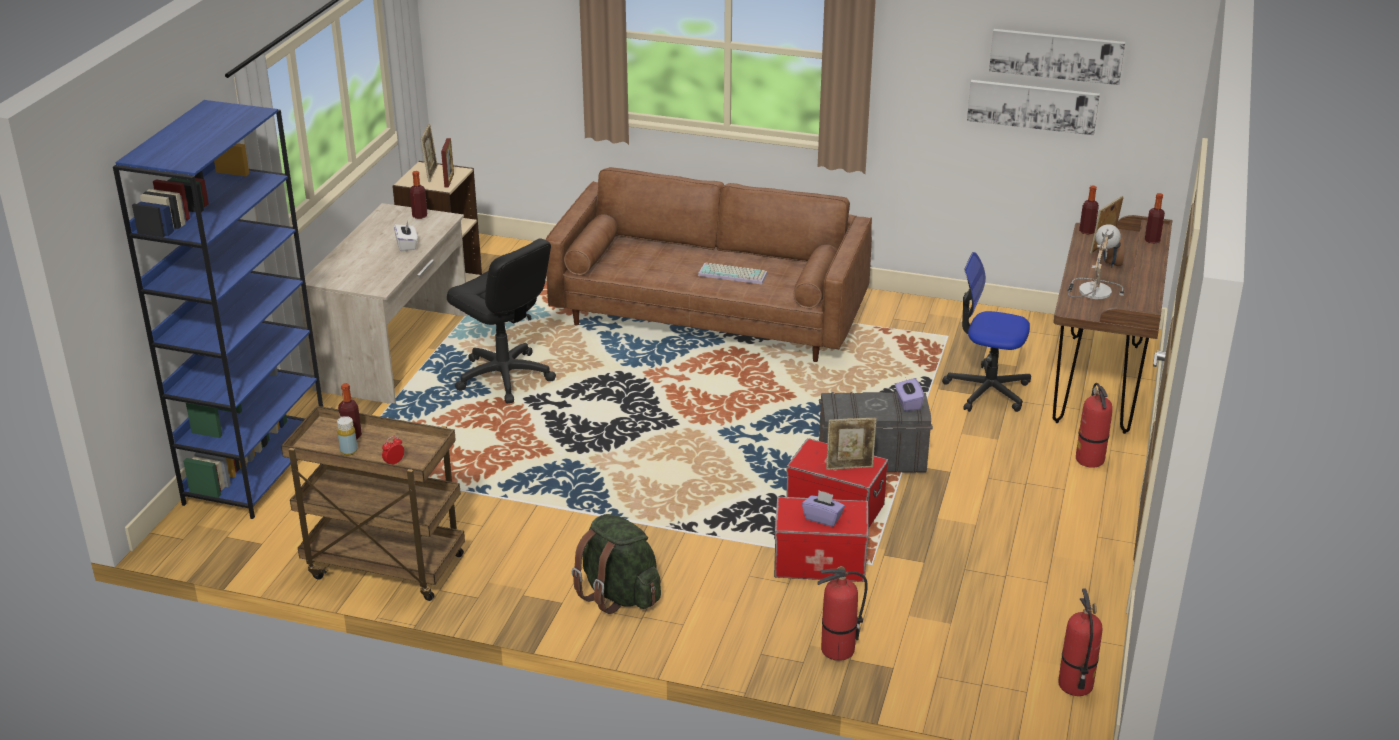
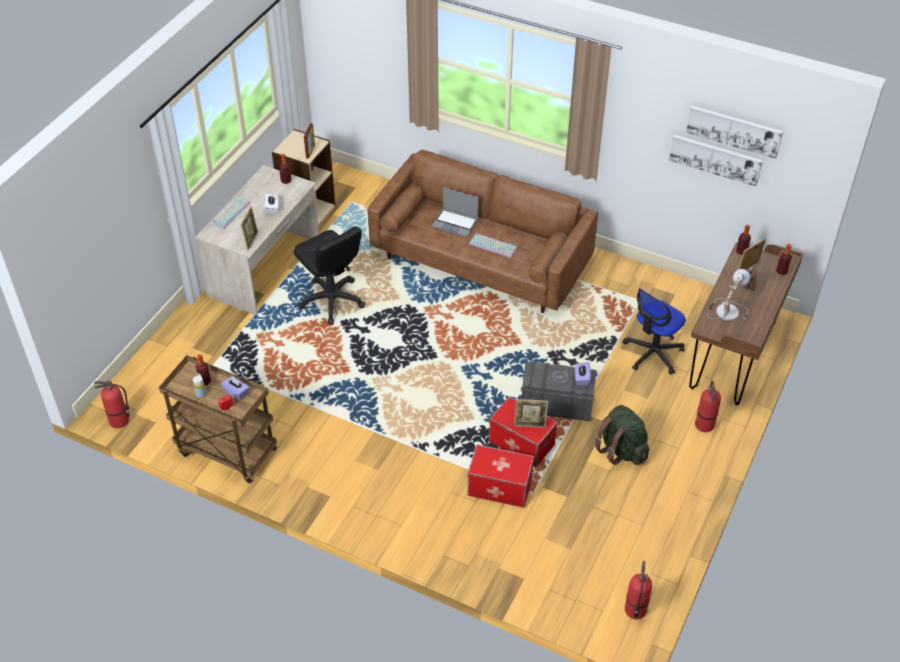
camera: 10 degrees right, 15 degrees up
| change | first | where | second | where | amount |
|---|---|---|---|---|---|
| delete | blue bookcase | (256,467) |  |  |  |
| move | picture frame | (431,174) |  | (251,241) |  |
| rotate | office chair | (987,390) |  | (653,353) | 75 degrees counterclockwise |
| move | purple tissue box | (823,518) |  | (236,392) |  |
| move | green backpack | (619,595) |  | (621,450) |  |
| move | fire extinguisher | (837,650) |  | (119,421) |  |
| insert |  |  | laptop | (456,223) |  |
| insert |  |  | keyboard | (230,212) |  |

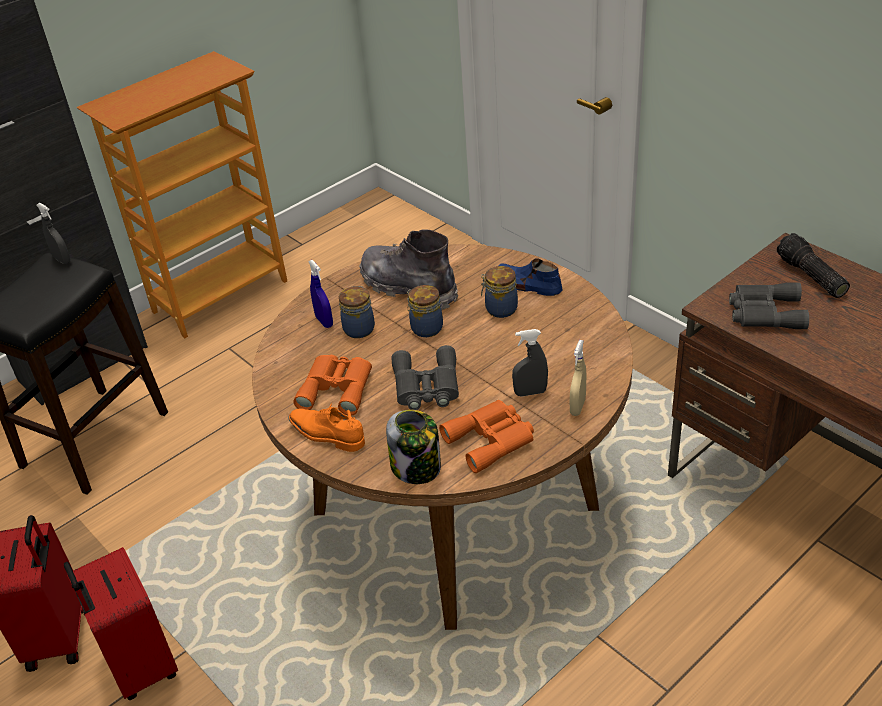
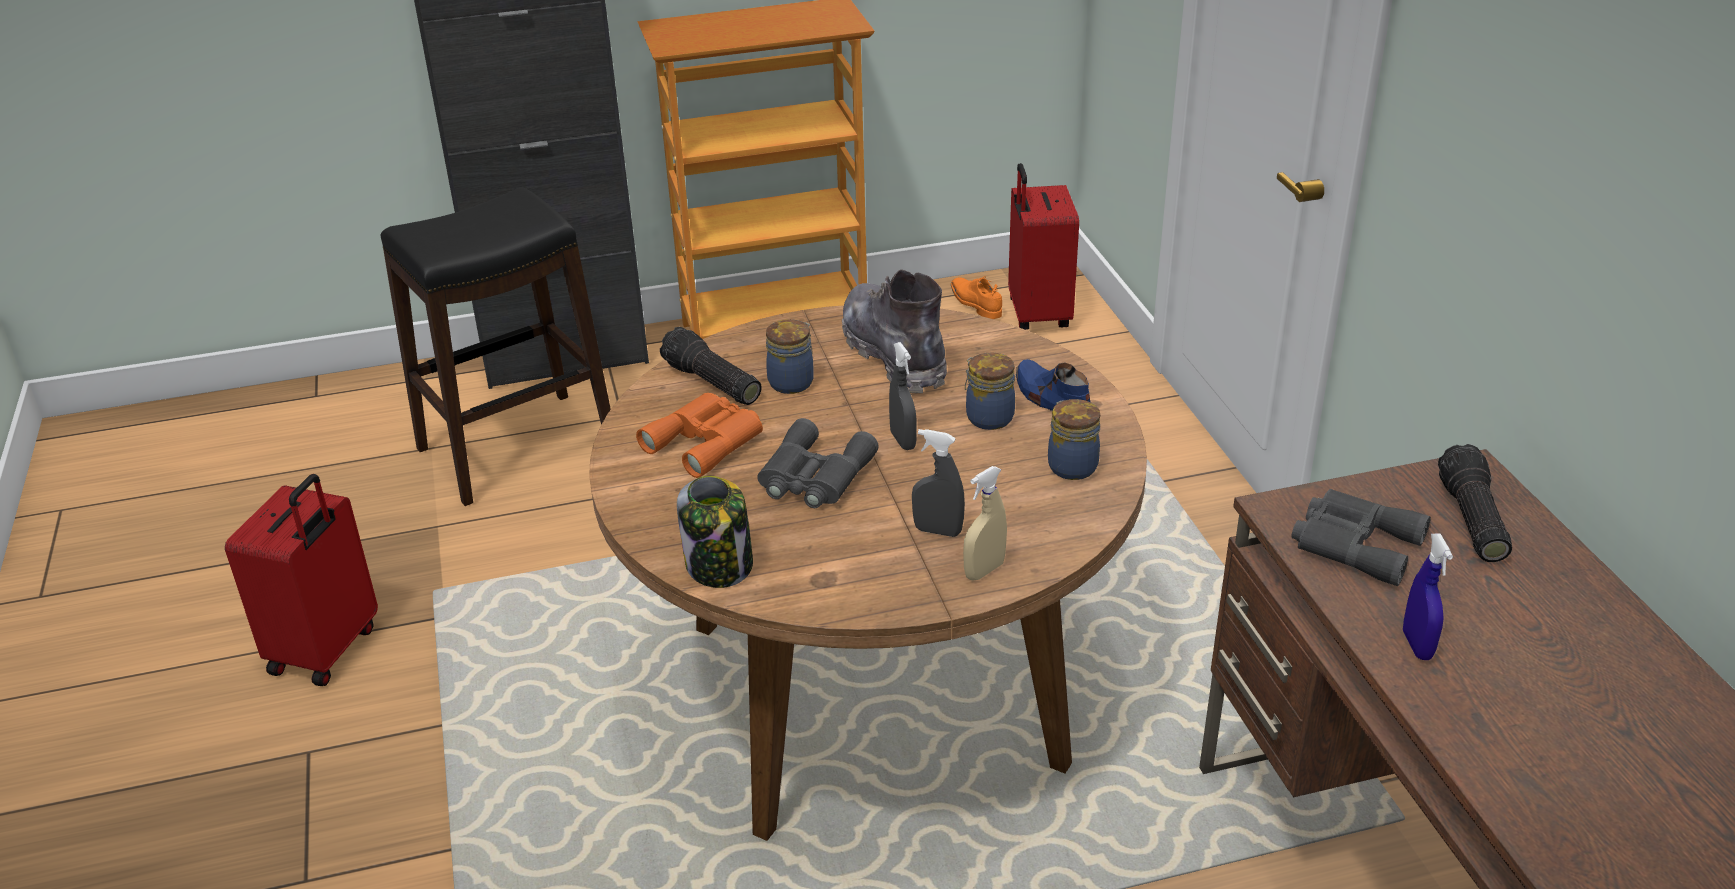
camera: 25 degrees right, 5 degrees down
| change | first | where | second | where | amount |
|---|---|---|---|---|---|
| move | grey spray bottle | (62,260) |  | (903,440) |  |
| move | blue spray bottle | (324,321) |  | (1417,645) |  |
| move | jar | (425,328) |  | (1071,466) |  |
| delete | orange binoculars | (492,439) |  |  |  |
| move | orange shoe | (327,435) |  | (975,304) |  |
| move | red suitcase | (139,666) |  | (1036,314) |  |
| insert |  |  | flashlight | (710,383) |  |

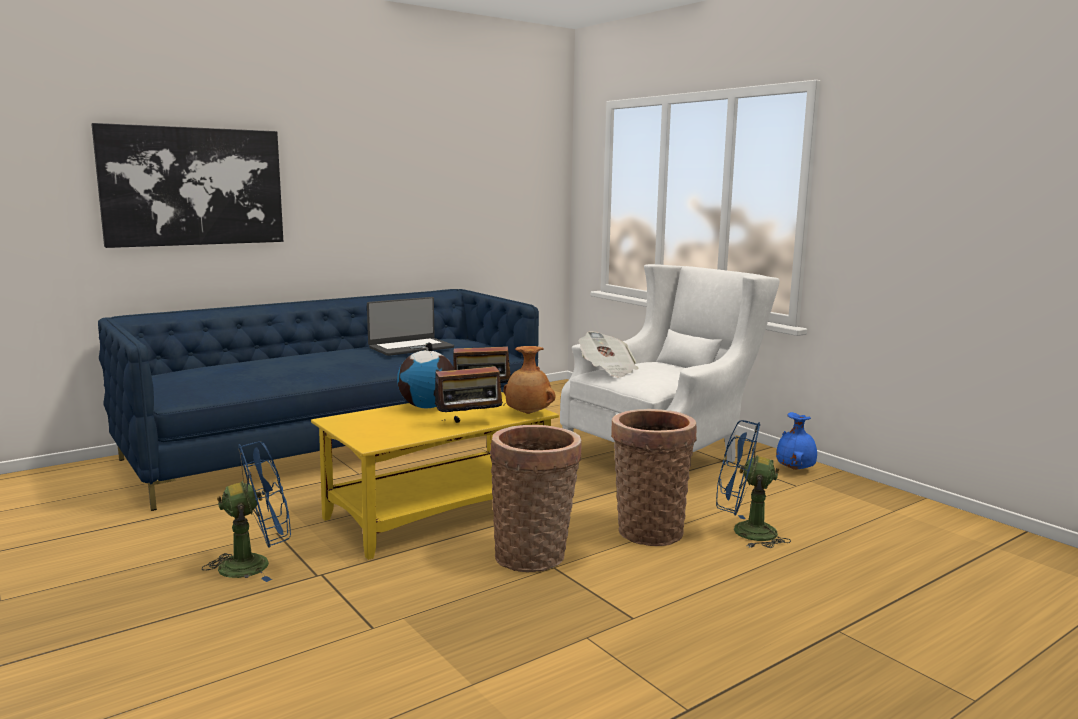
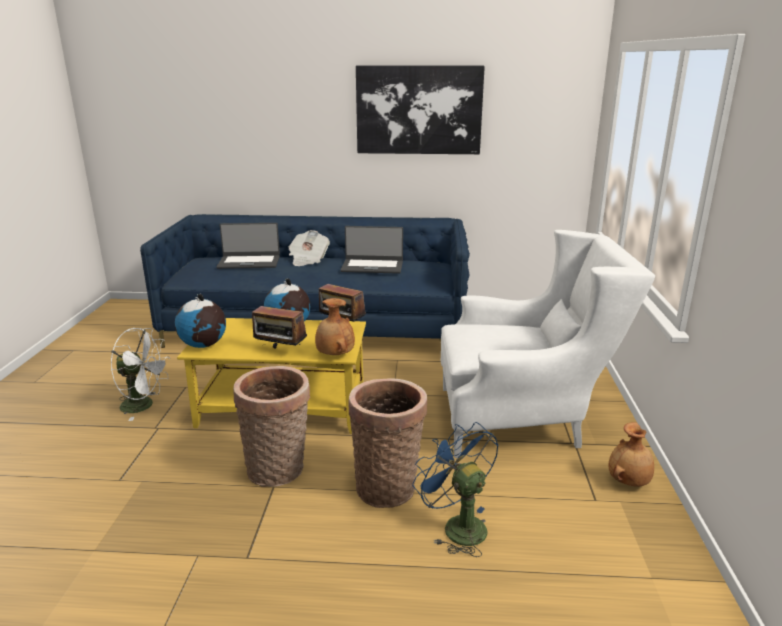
camera: 40 degrees right, 10 degrees up
| change | first | where | second | where | amount |
|---|---|---|---|---|---|
| move | picture | (193,186) |  | (419,110) |  |
| move | newspaper | (607,370) |  | (308,260) |  |
| recolor | blue vase | (796,469) | brown vase | (629,482) |  |
| recolor | blue fan | (255,564) | white fan | (144,406) |  |
| insert |  |  | laptop | (249,262) |  |
| insert |  |  | globe | (204,345) |  |

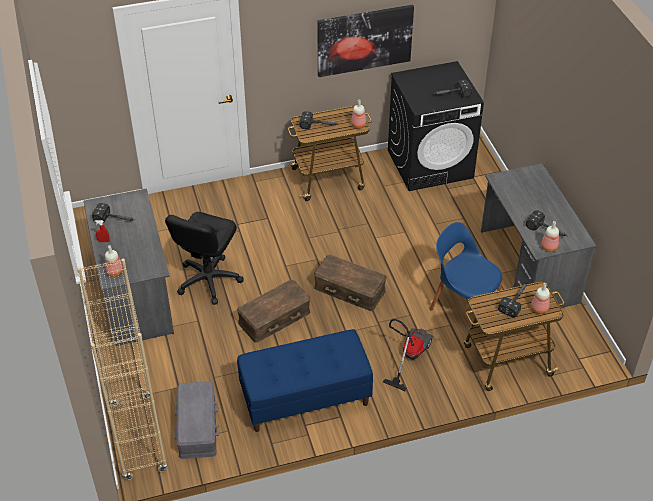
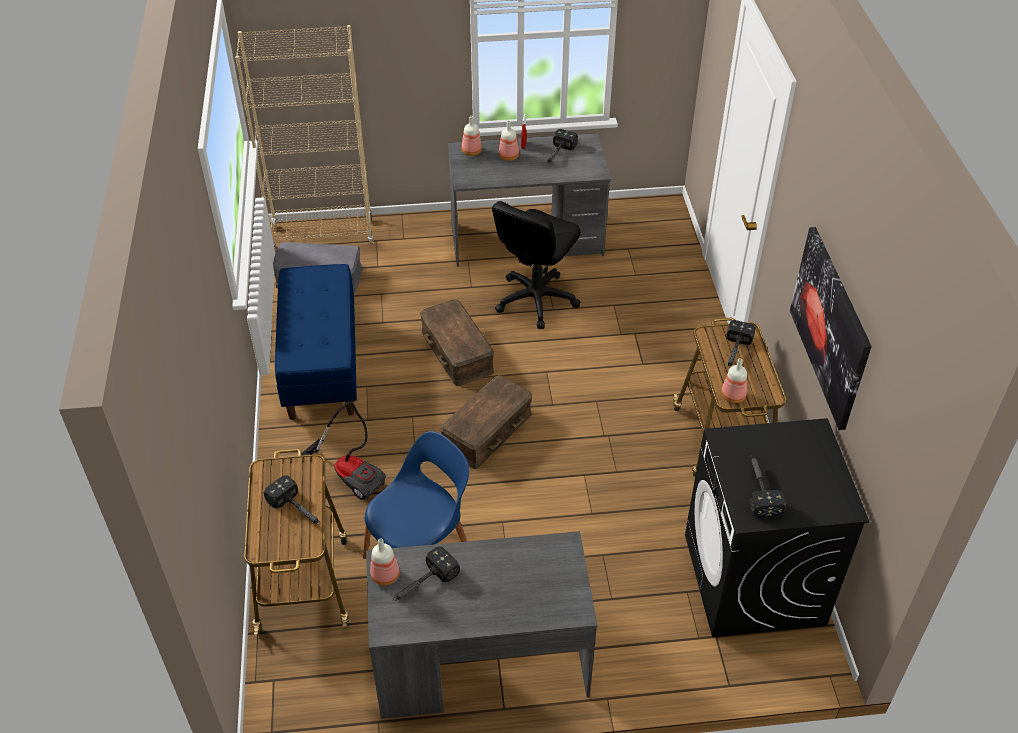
camera: 100 degrees right, 0 degrees up
| change | first | where | second | where | amount |
|---|---|---|---|---|---|
| rotate | black office chair | (208,280) |  | (536,300) | 90 degrees counterclockwise |
| move | bottle | (538,308) |  | (509,156) |  |

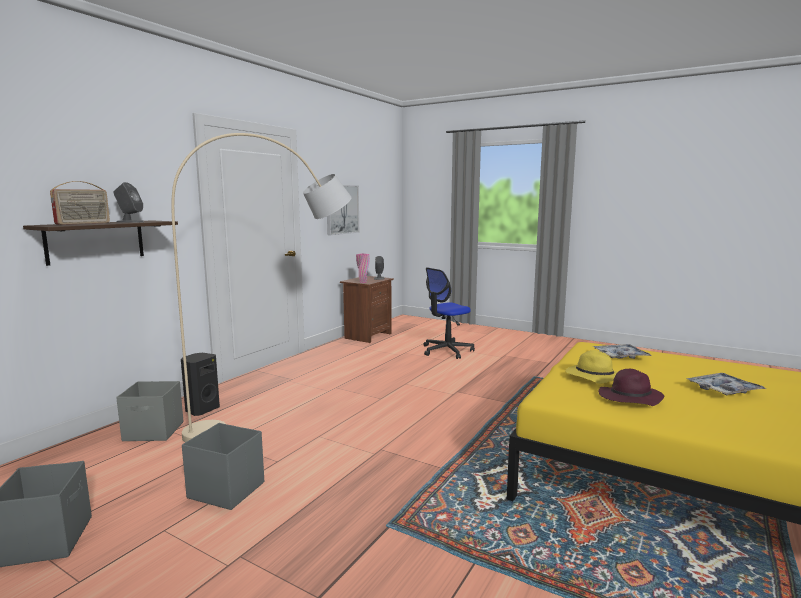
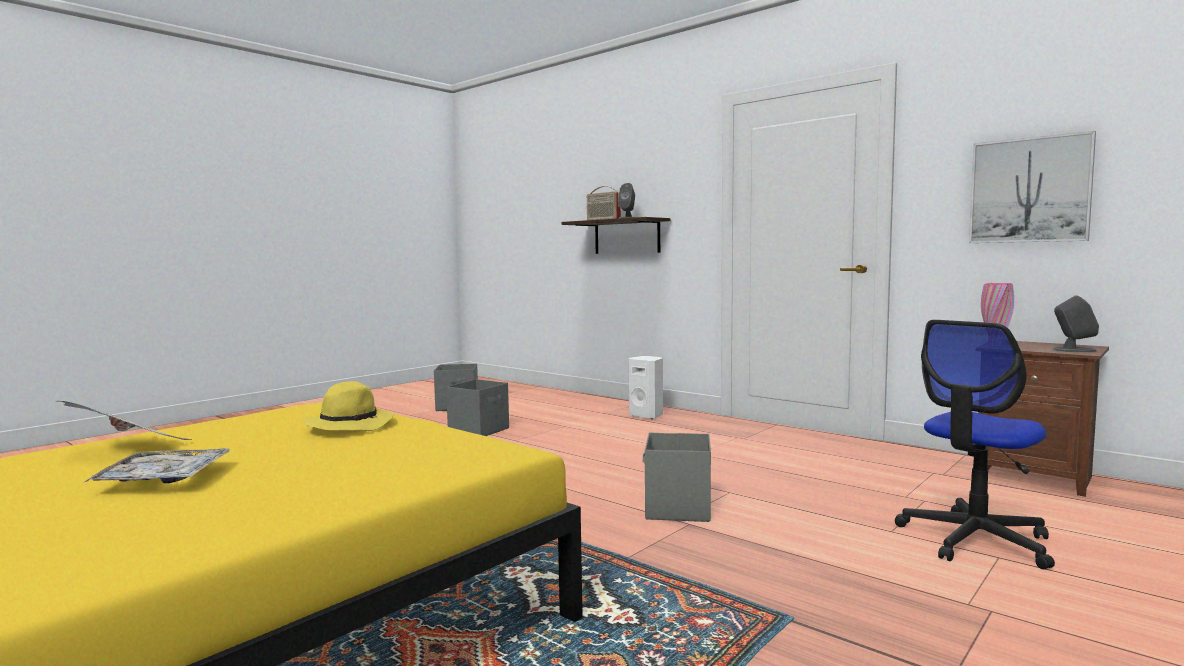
camera: 100 degrees right, 5 degrees down
| change | first | where | second | where | amount |
|---|---|---|---|---|---|
| delete | beige floor lamp | (280,415) |  |  |  |
| rotate | office chair | (446,351) |  | (975,540) | 105 degrees counterclockwise |
| delete | tray | (620,356) |  |  |  |
| recolor | black speaker | (201,409) | white speaker | (647,415) |  |
| delete | purple hat | (629,399) |  |  |  |
| move | grey storage box | (154,431) |  | (677,509) |  |
| insert |  |  | newspaper | (130,449) |  |

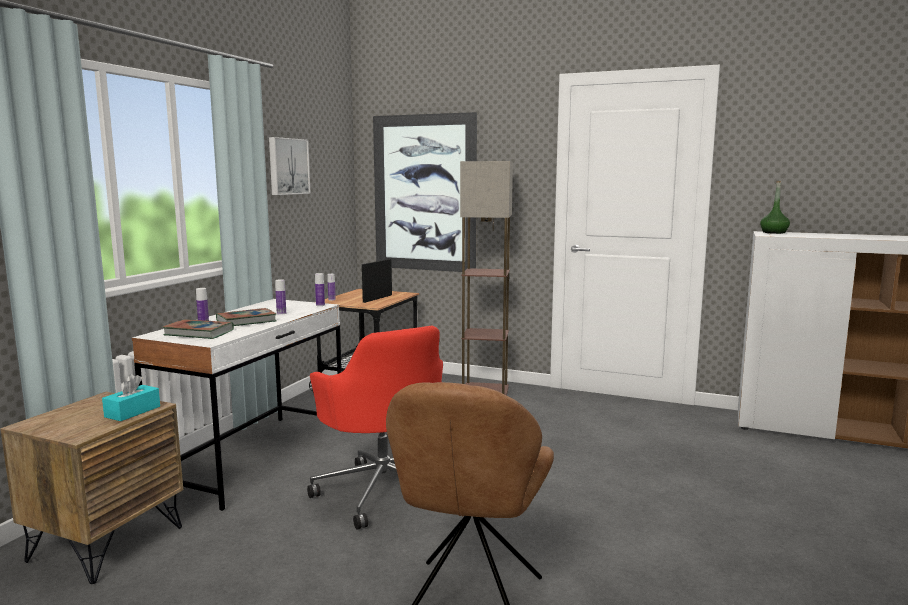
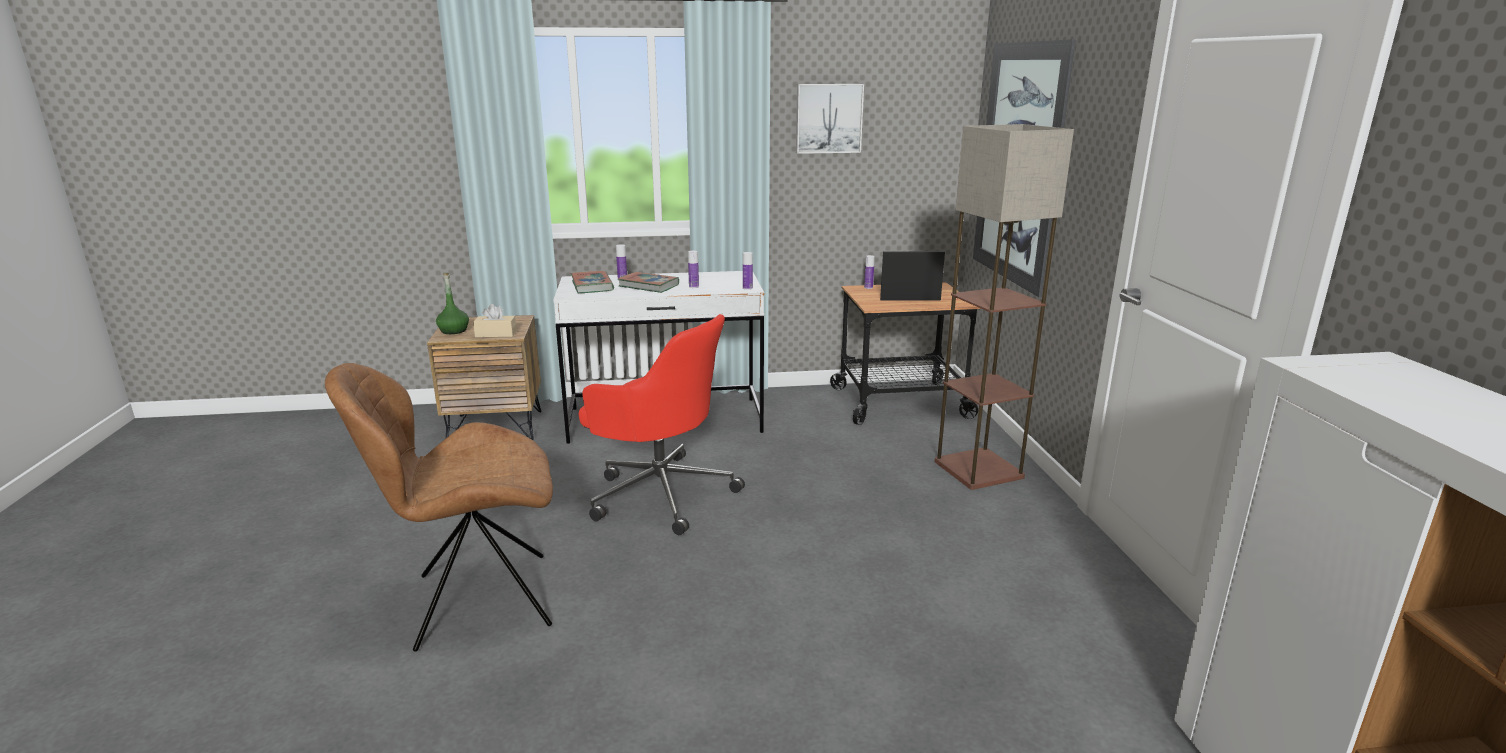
camera: 60 degrees right, 10 degrees up
| change | first | where | second | where | amount |
|---|---|---|---|---|---|
| move | green bottle | (773,232) |  | (454,331) |  |
| rotate | red office chair | (383,489) |  | (660,493) | 90 degrees counterclockwise |
| recolor | turquoise tissue box | (132,412) | beige tissue box | (496,334) |  |

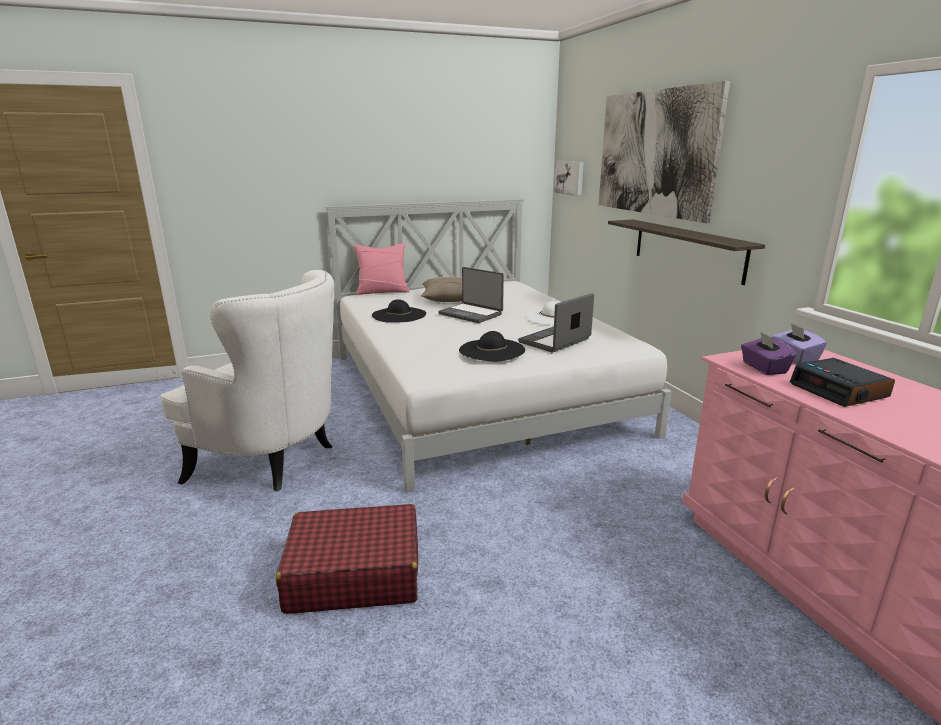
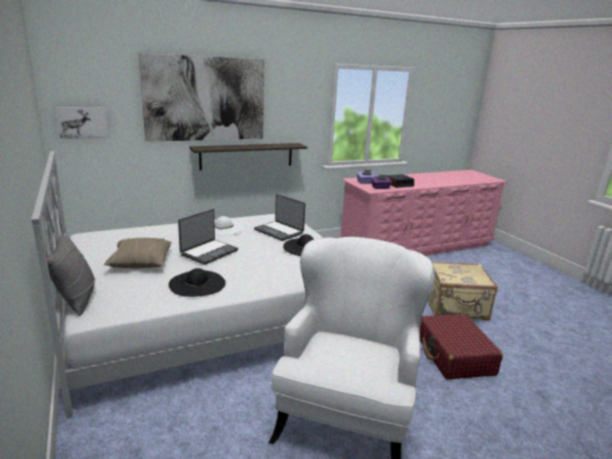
camera: 95 degrees left, 0 degrees up
| change | first | where | second | where | amount |
|---|---|---|---|---|---|
| recolor | pink pillow | (382,291) | grey pillow | (76,299) |  |
| insert |  |  | beige suitcase | (455,308) |  |

